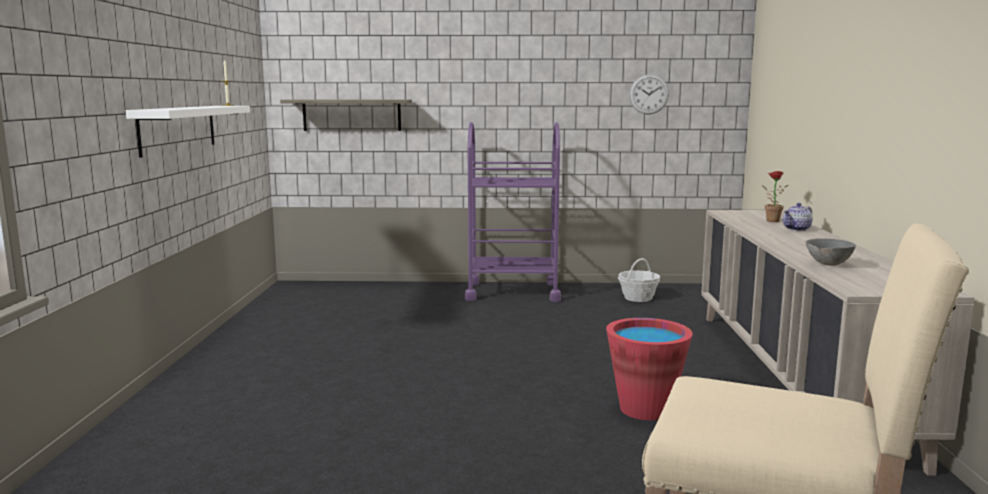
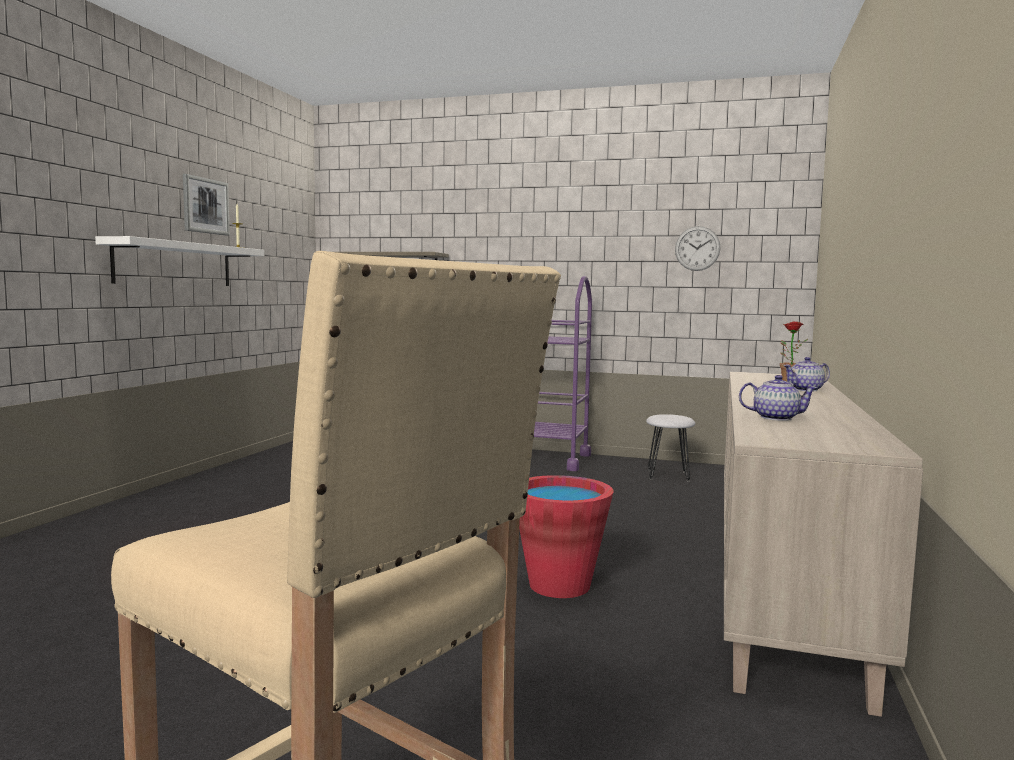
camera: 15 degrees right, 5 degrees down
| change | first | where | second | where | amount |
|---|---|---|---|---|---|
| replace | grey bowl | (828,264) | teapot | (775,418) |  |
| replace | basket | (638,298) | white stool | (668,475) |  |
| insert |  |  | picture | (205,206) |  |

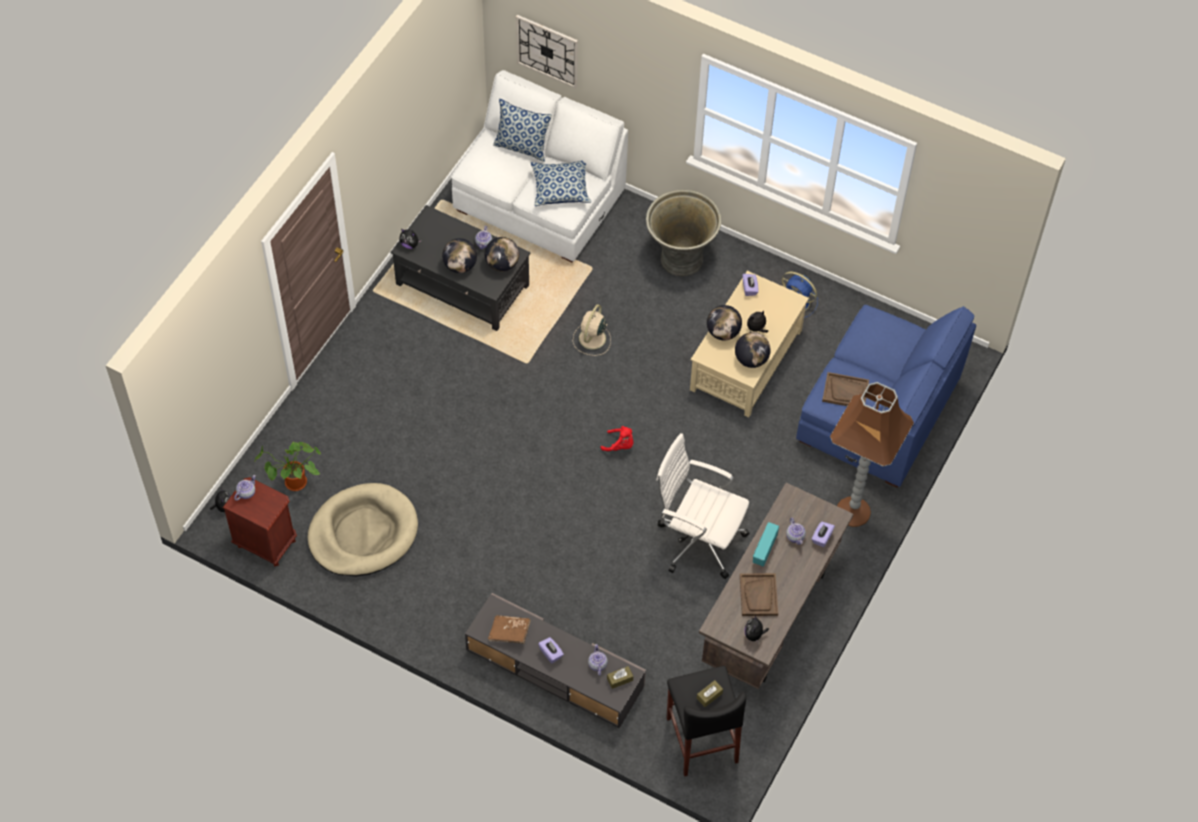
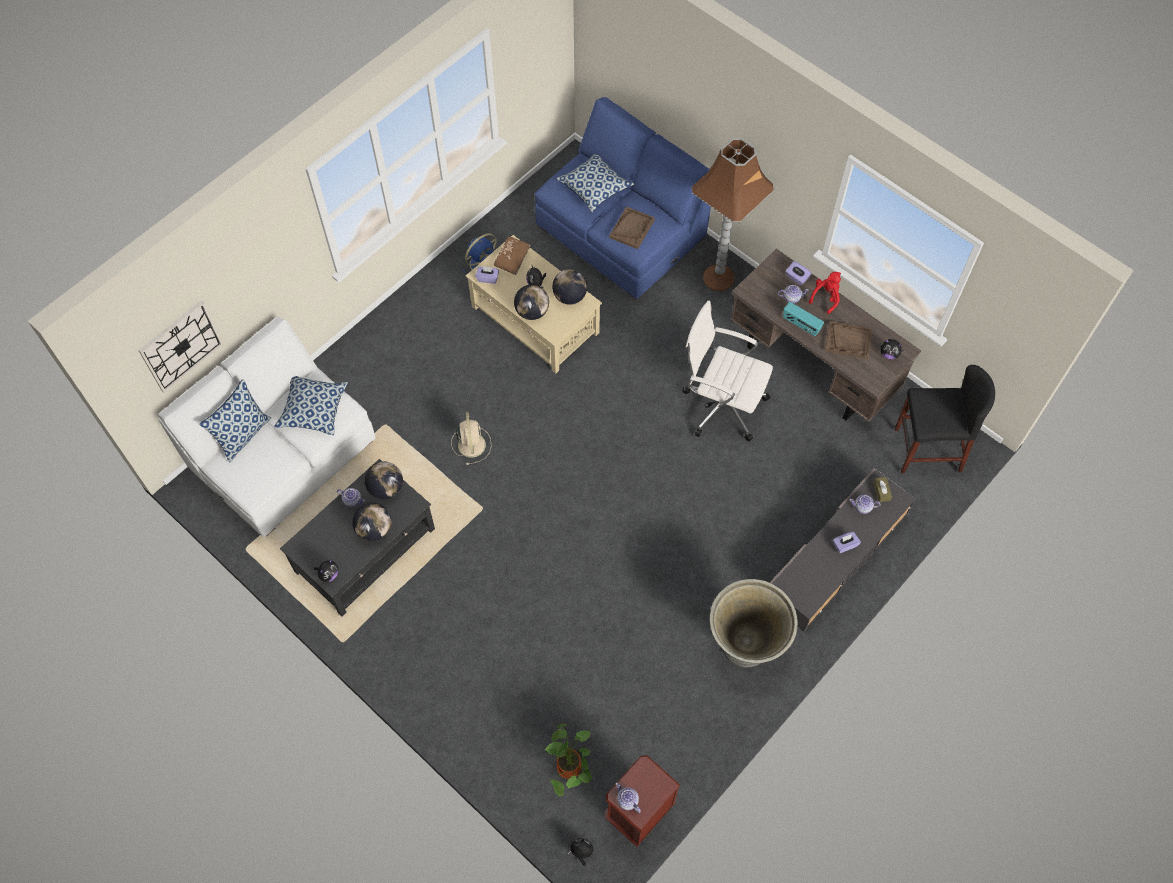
camera: 75 degrees left, 5 degrees up
| change | first | where | second | where | amount |
|---|---|---|---|---|---|
| move | grey planter | (680,259) |  | (745,645) |  |
| rotate | beige fan | (591,339) |  | (471,444) | 135 degrees counterclockwise |
| move | red plush toy | (620,445) |  | (826,297) |  |
| rotate | white office chair | (698,540) |  | (721,405) | 75 degrees clockwise |
| delete | beige dog bed | (363,533) |  |  |  |
| move | brown book | (509,633) |  | (512,259) |  |
| delete | brown tissue box | (709,696) |  |  |  |
| insert |  |  | pillow | (595,188) |  |

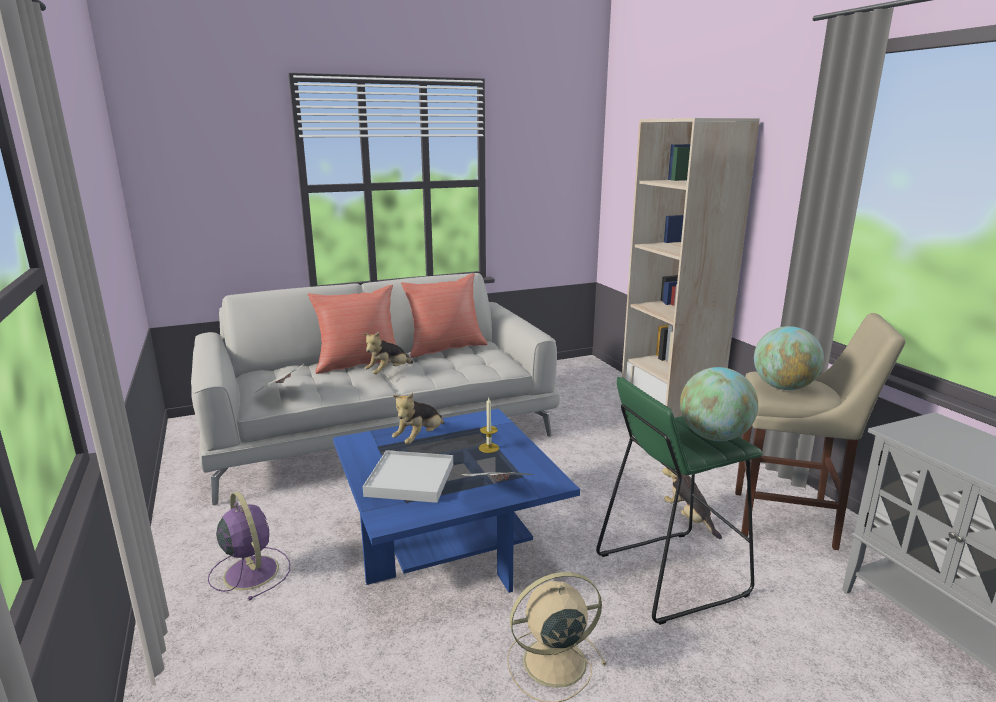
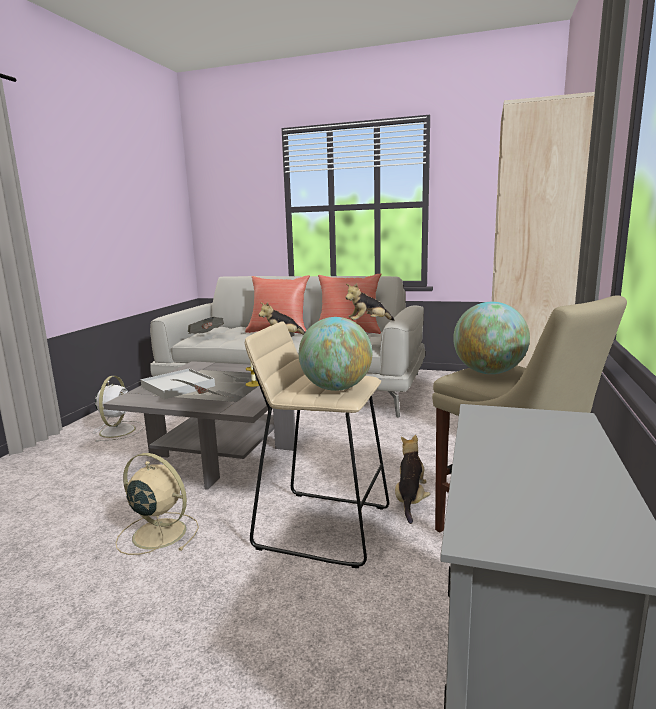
camera: 40 degrees right, 5 degrees down
| change | first | where | second | where | amount |
|---|---|---|---|---|---|
| recolor | green stool | (669,574) | beige stool | (322,526) |  |
| move | plush toy | (419,438) |  | (368,323) |  |
| recolor | blue coffee table | (449,542) | grey coffee table | (223,452) |  |
| recolor | purple fan | (250,571) | white fan | (118,430) |  |

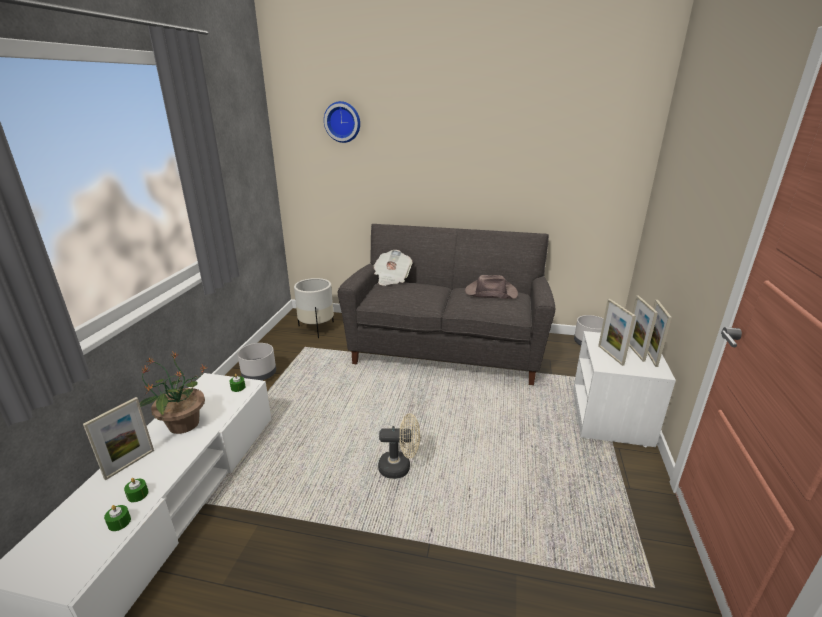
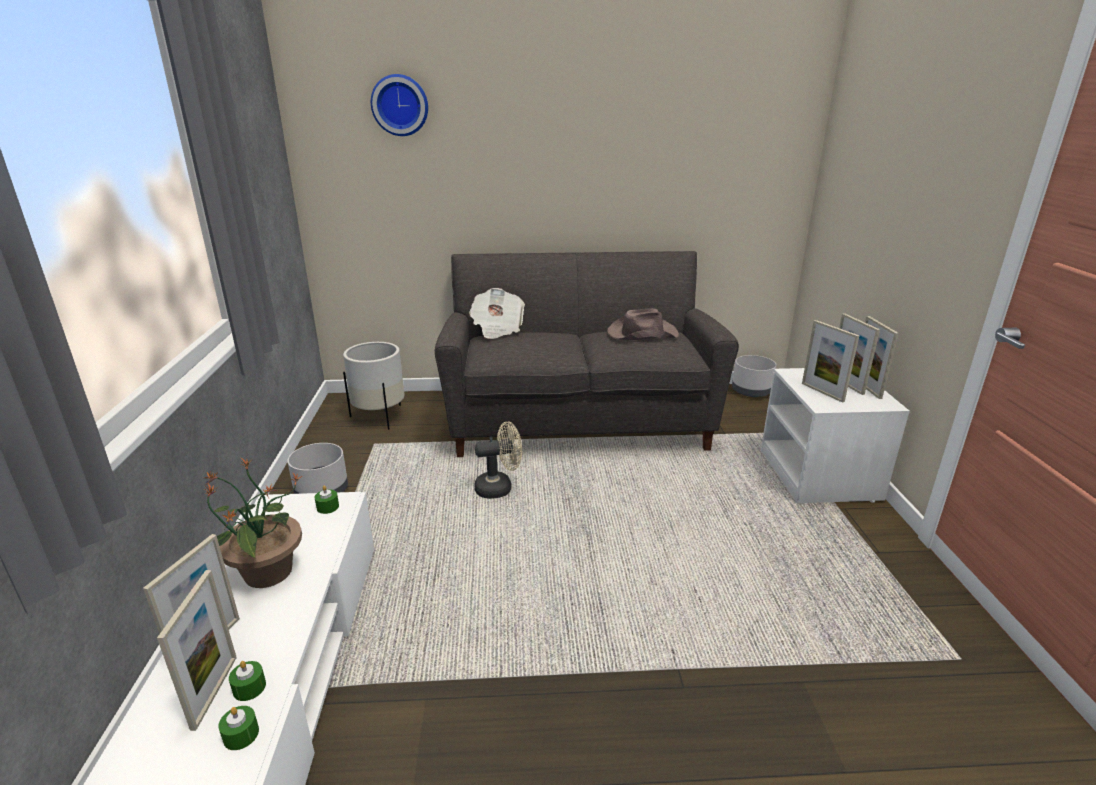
camera: 15 degrees left, 0 degrees up
| change | first | where | second | where | amount |
|---|---|---|---|---|---|
| move | beige fan | (400,467) |  | (499,487) |  |
| insert |  |  | picture frame | (214,691) |  |

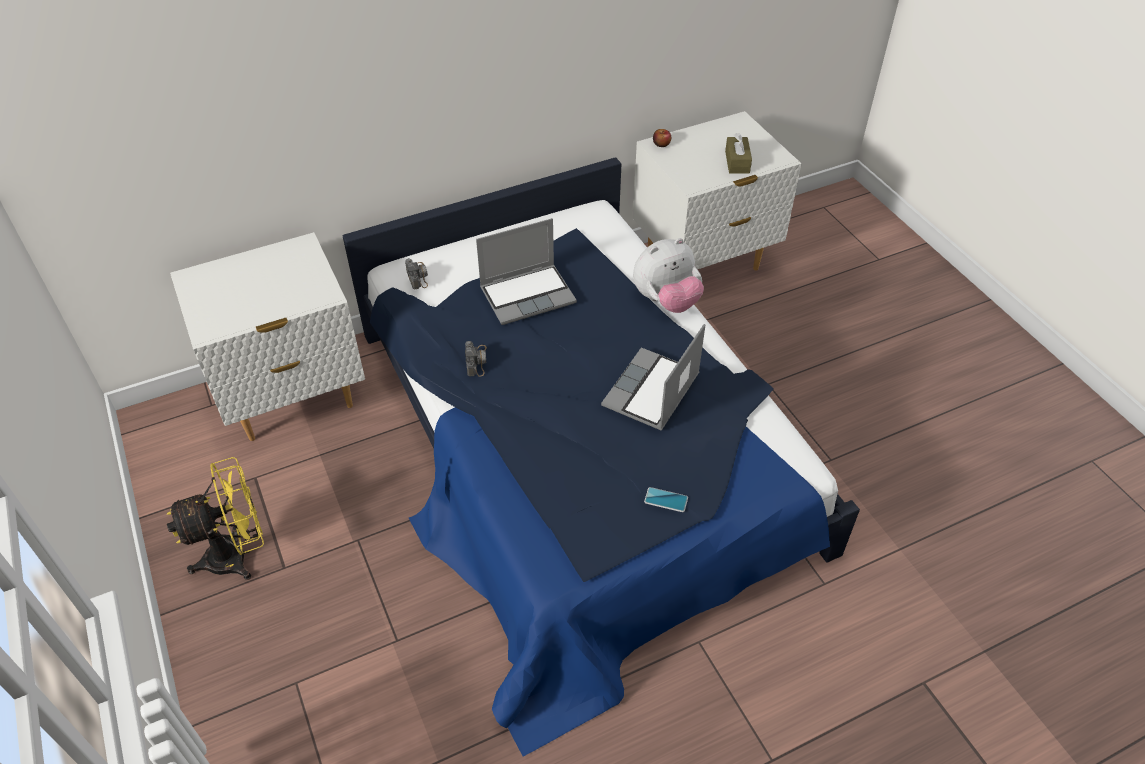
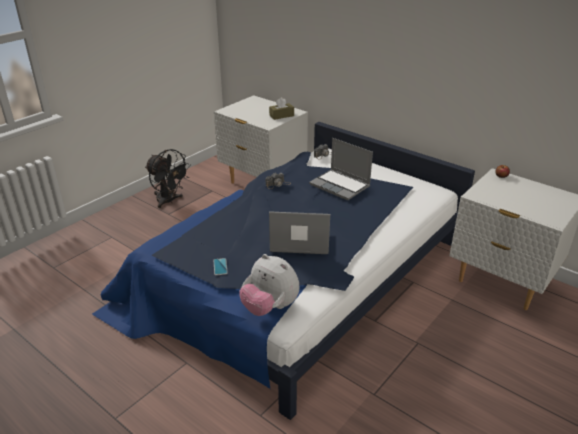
camera: 65 degrees right, 15 degrees down
| change | first | where | second | where | amount |
|---|---|---|---|---|---|
| move | brown tissue box | (737,162) |  | (281,115) |  |
| move | plush toy | (666,301) |  | (270,307) |  |
| recolor | yellow fan | (237,555) | black fan | (169,201) |  |

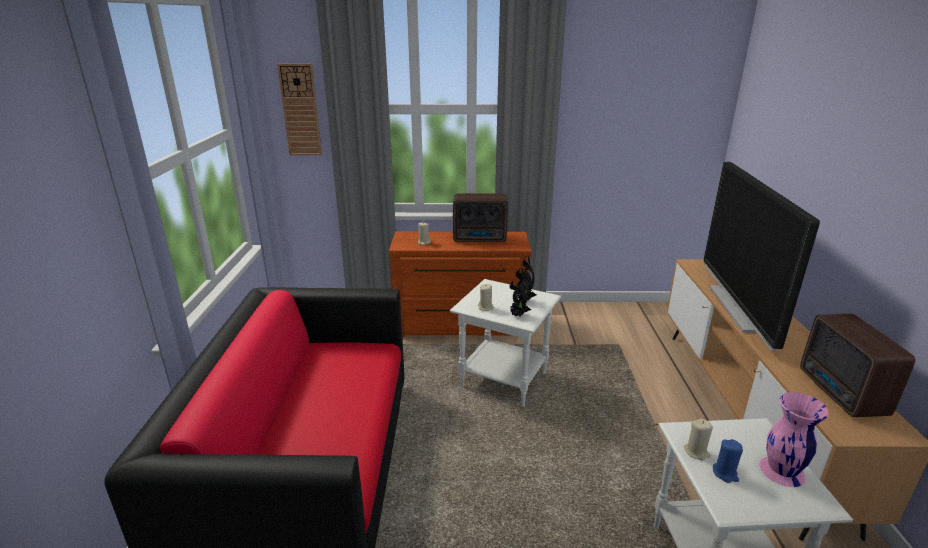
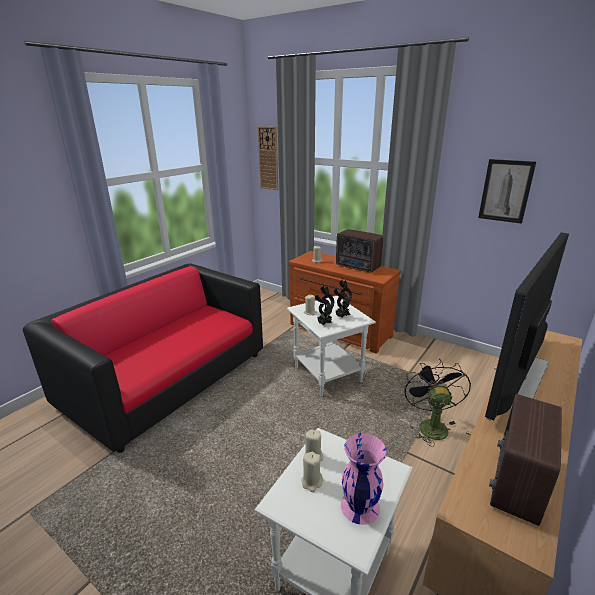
camera: 35 degrees right, 0 degrees up
| change | first | where | second | where | amount |
|---|---|---|---|---|---|
| recolor | blue candle | (725,473) | beige candle | (311,482) |  |
| insert |  |  | picture | (505,191) |  |
| insert |  |  | black fan | (430,425) |  |

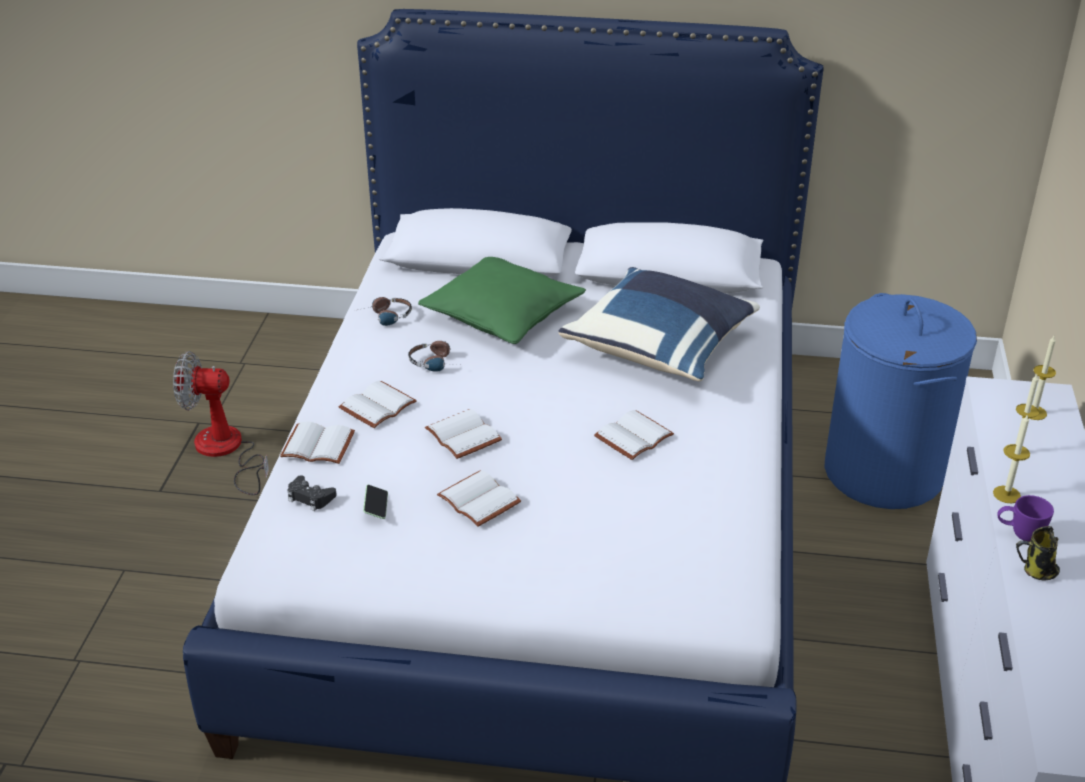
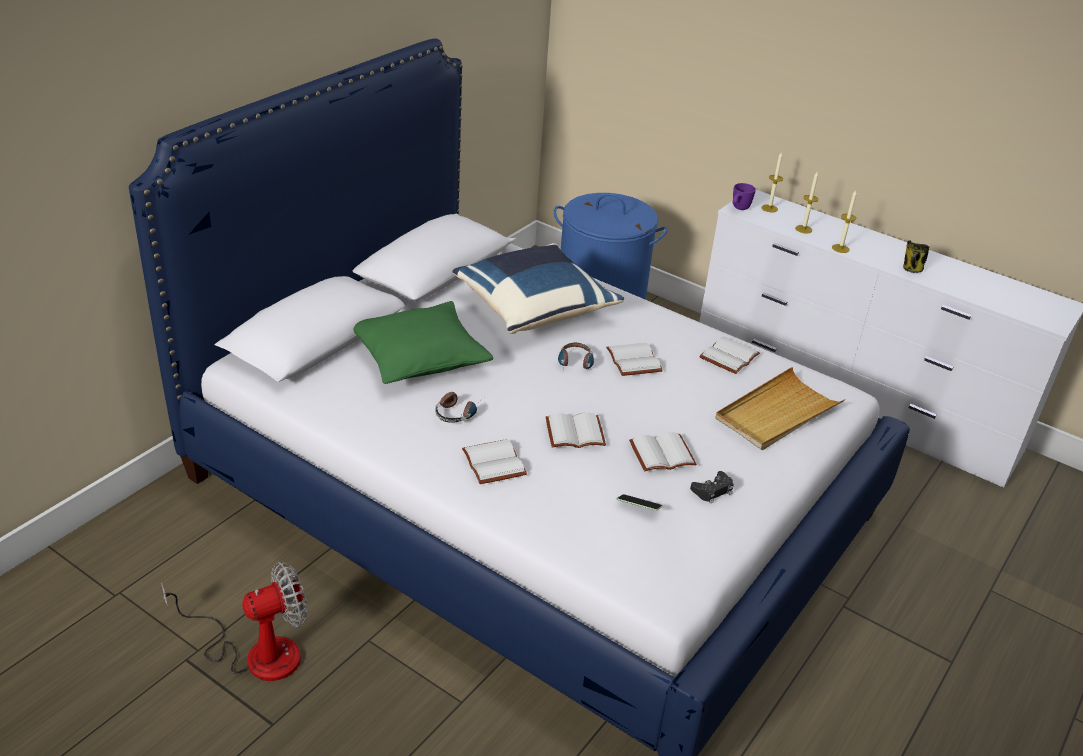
camera: 65 degrees left, 0 degrees up
| change | first | where | second | where | amount |
|---|---|---|---|---|---|
| move | headphones | (384,318) |  | (575,364) |  |
| rotate | fan | (226,451) |  | (256,653) | 150 degrees counterclockwise |
| move | white book | (319,444) |  | (728,355) |  |
| move | black game controller | (310,497) |  | (712,491) |  |
| move | purple mug | (1019,534) |  | (739,209) |  |
| insert |  |  | beige tray | (777,413) |  |

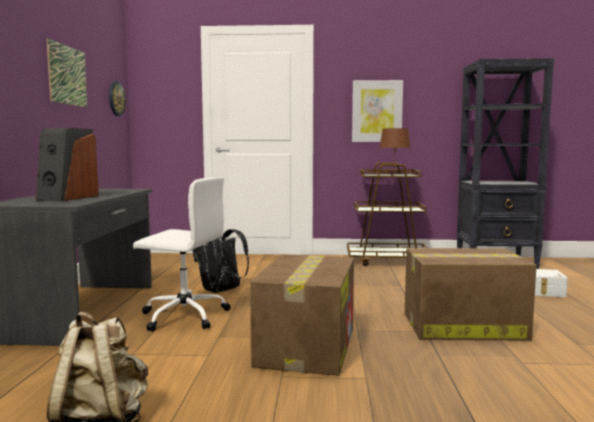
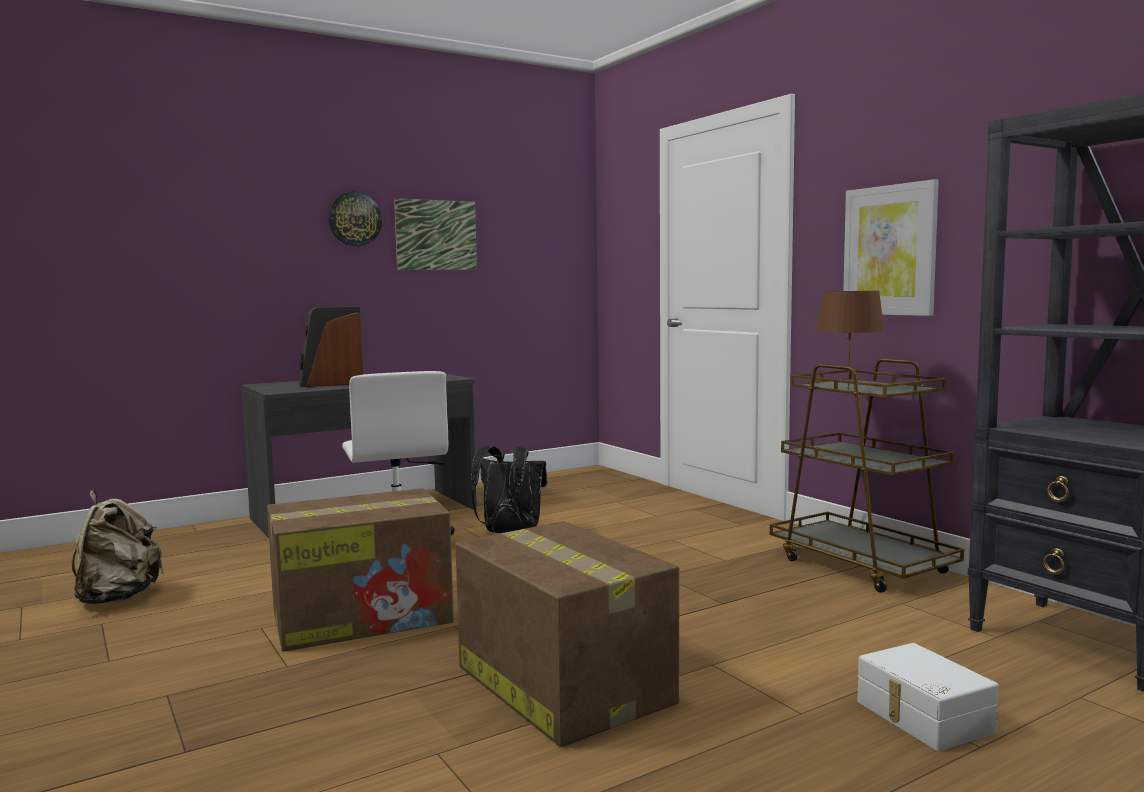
camera: 55 degrees right, 0 degrees up
| change | first | where | second | where | amount |
|---|---|---|---|---|---|
| move | wall clock | (116,98) |  | (354,219) |  |

